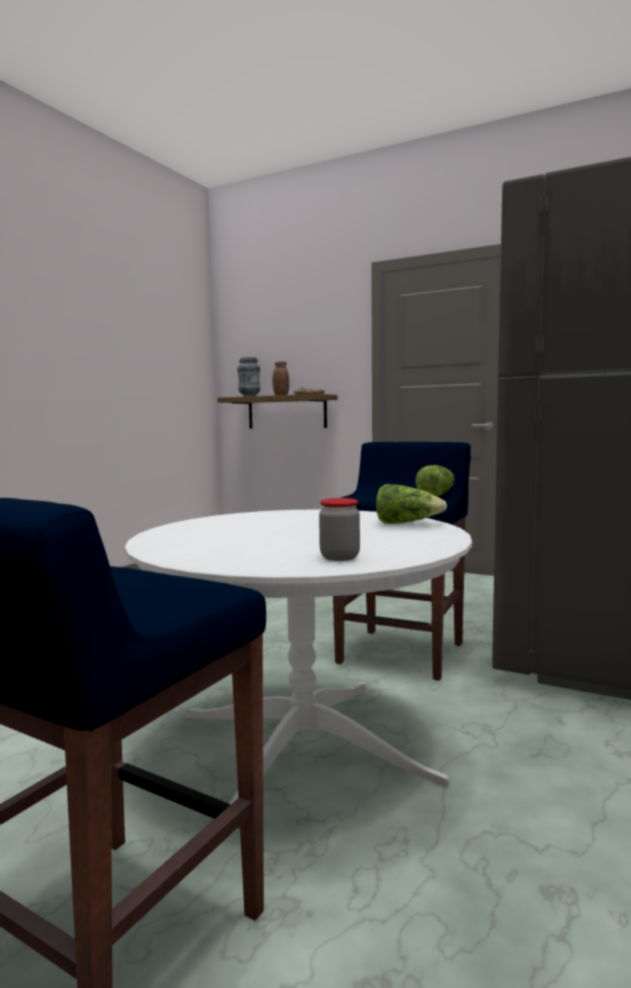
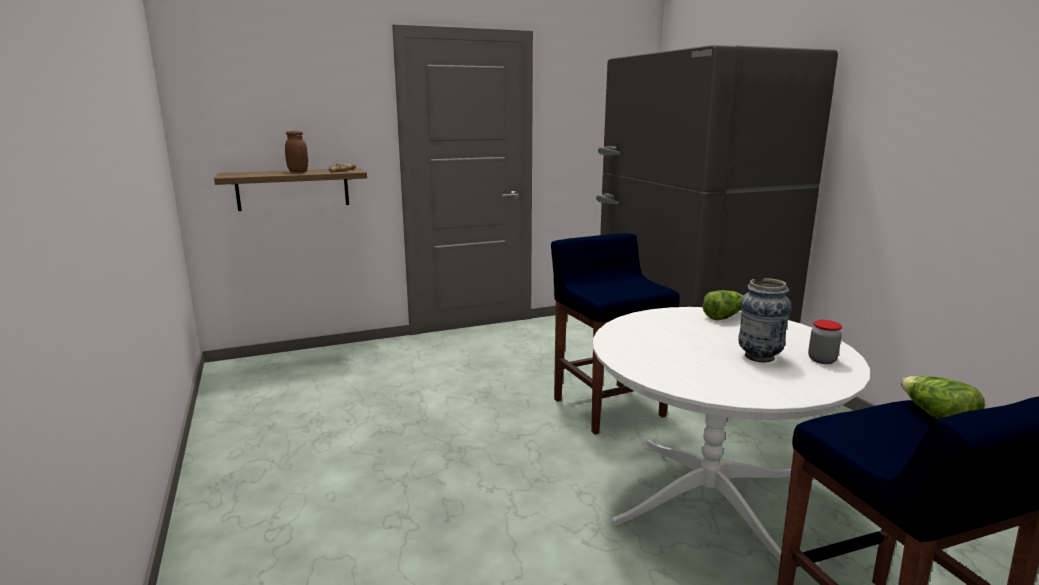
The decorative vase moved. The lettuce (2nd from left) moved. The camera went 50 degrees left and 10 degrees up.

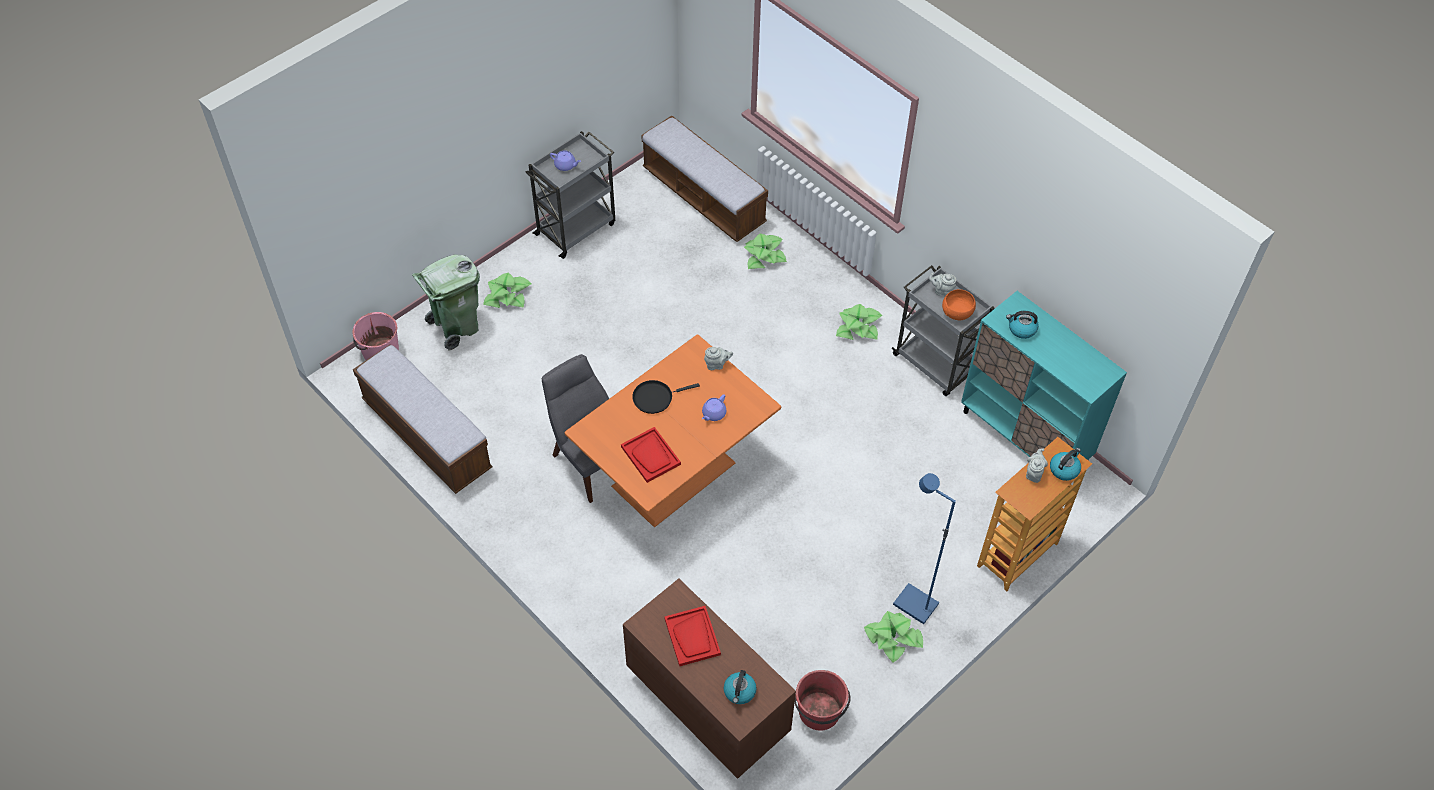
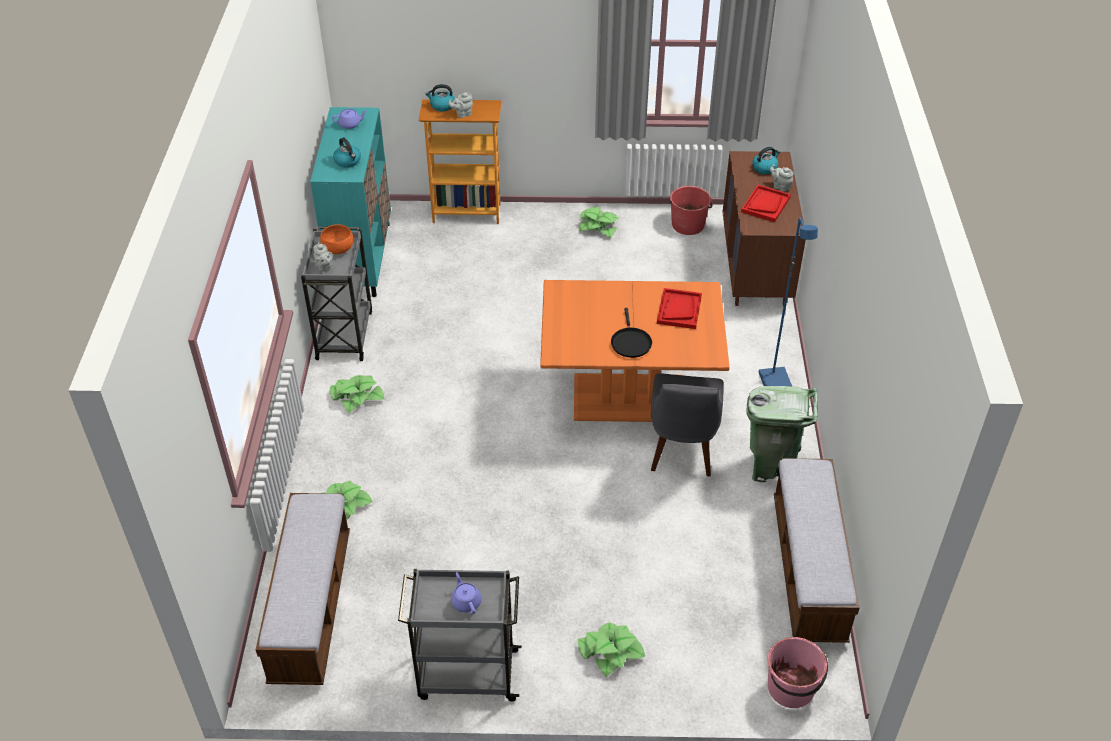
The green-coloured waste bin moved. The gray pot for tea (1st from left in the first image) moved. The blackish pan turned 60 degrees clockwise. The purplish pot for tea (2nd from left in the first image) moved. The blue floor lamp moved. The camera went 135 degrees left and 10 degrees down.

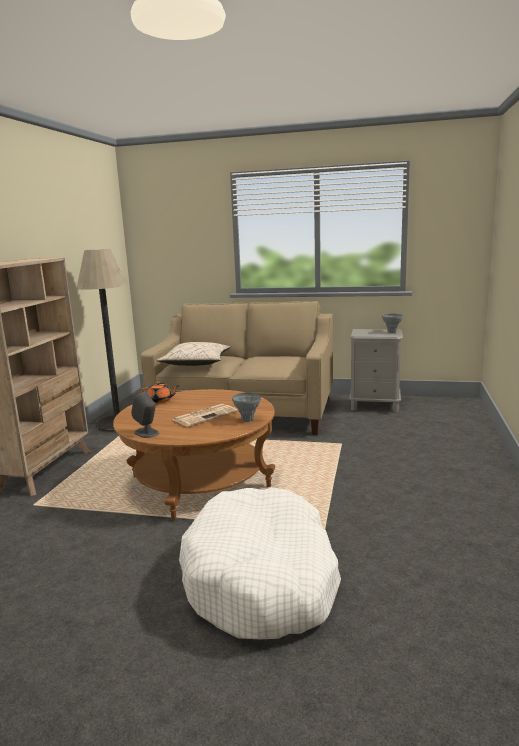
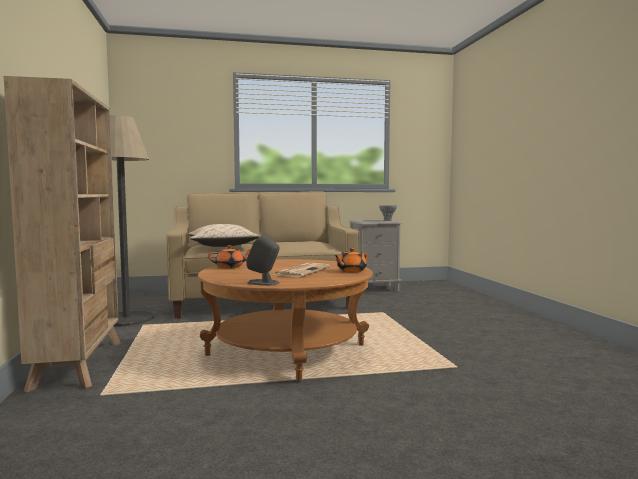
The gray decorative vase (1st from left) was replaced by the orange pot for tea (2nd from left). The whitish dog cushion disappeared. The camera went 25 degrees left and 10 degrees down.

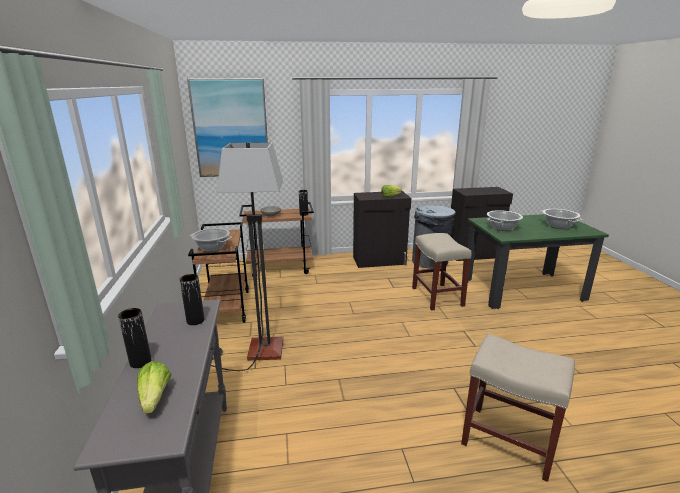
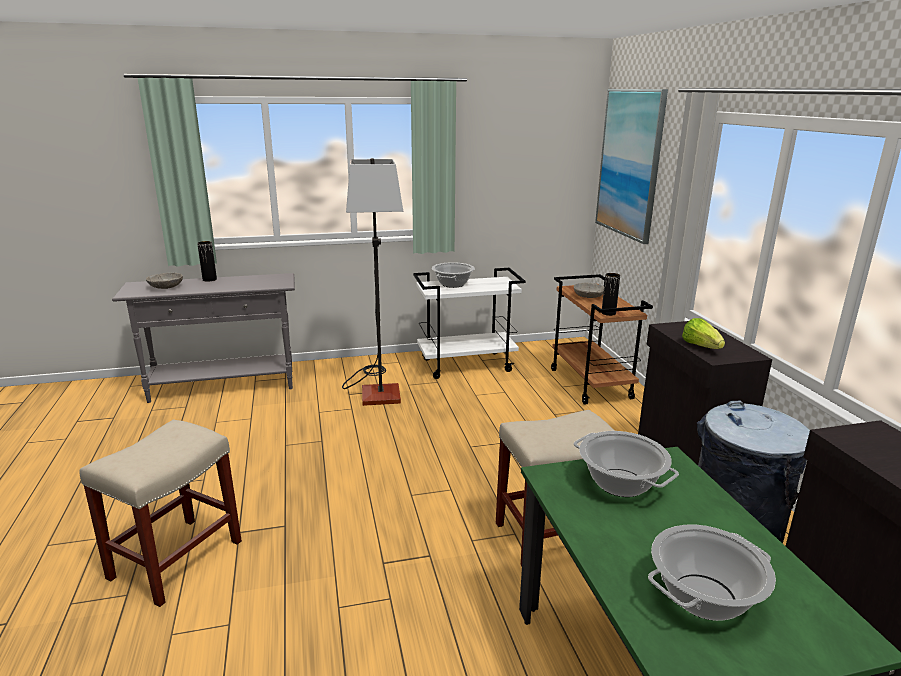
The brown trolley (1st from left) became the whitish trolley. The blackish decorative vase (2nd from left) disappeared. The lettuce (1st from left) was replaced by the gray serving bowl (1st from left). The camera went 85 degrees right and 0 degrees up.

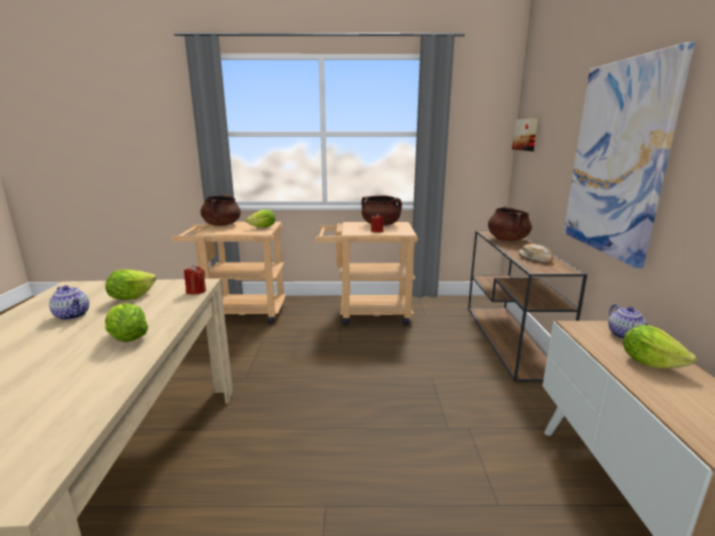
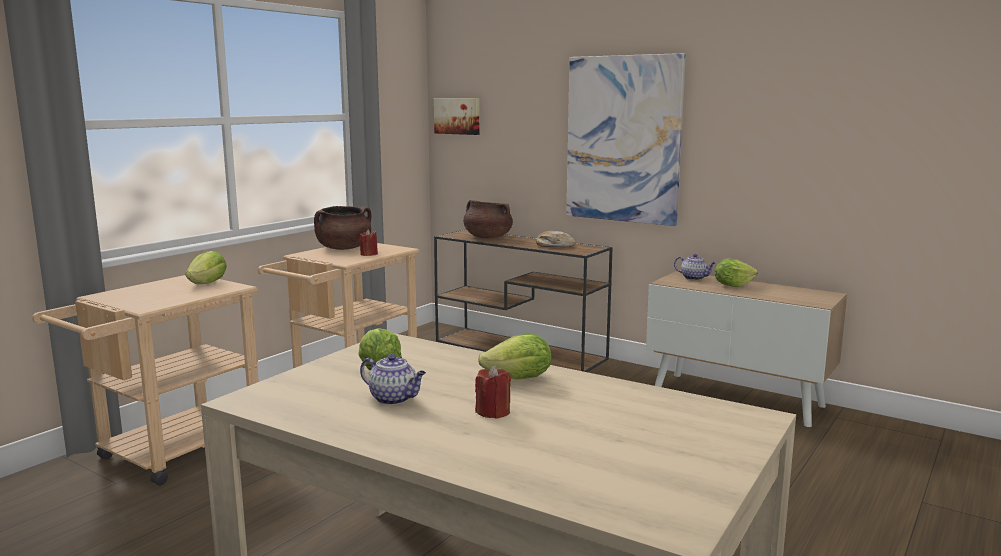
The brown saucepot (1st from left) disappeared. The red wax candle (1st from left in the first image) moved. The pot for tea (1st from left) turned 45 degrees clockwise. The camera went 55 degrees left and 5 degrees down.

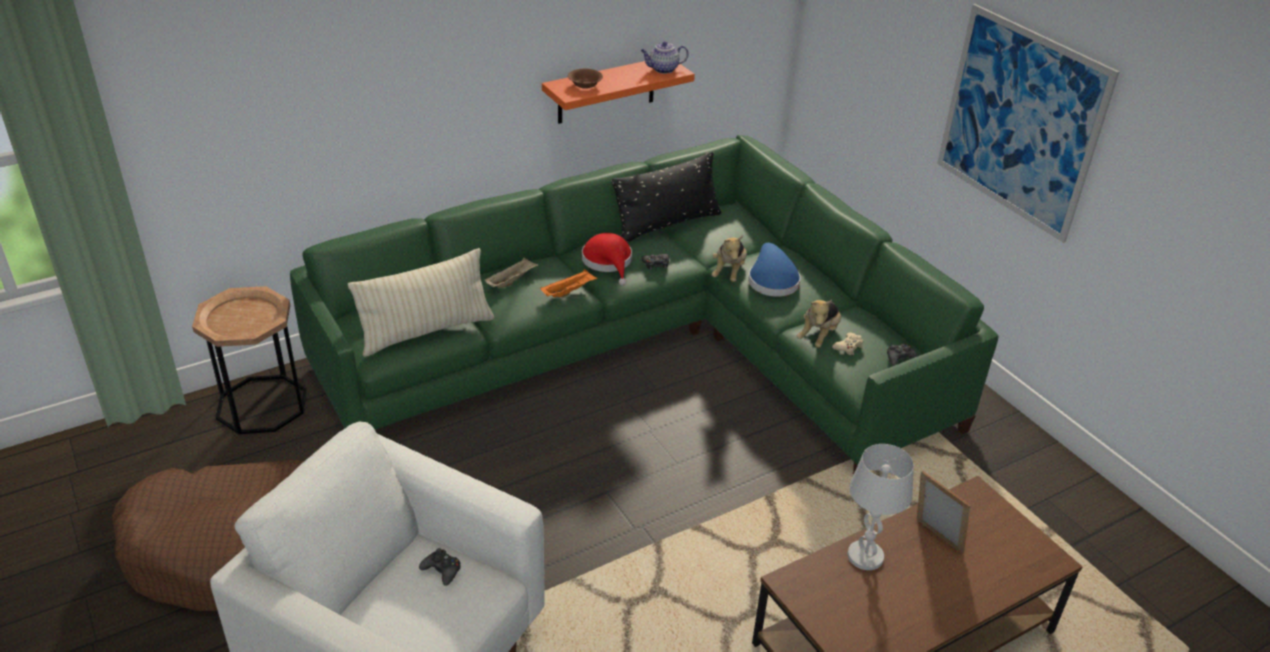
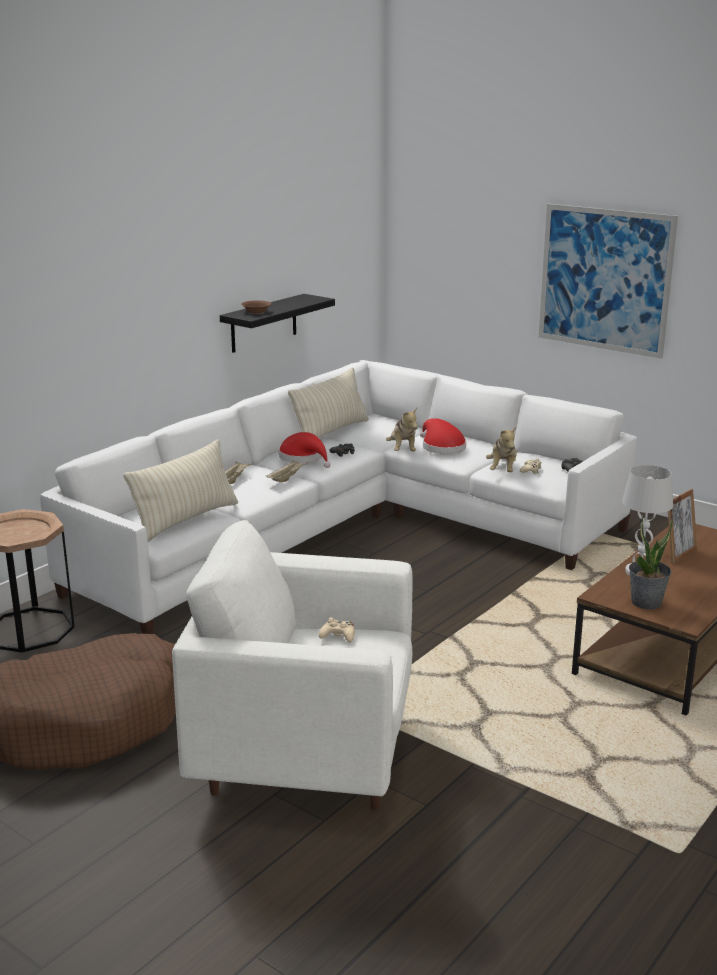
The pot for tea disappeared. The orange shelf became the blackish shelf. The green-coloured settee became the whitish settee. The blackish throw pillow became the beige throw pillow (2nd from left). The blue wearable hat became the red wearable hat (2nd from left). The orange carrying tray became the beige carrying tray (2nd from left). The photo frame turned 105 degrees clockwise. The blackish game controller (1st from left) became the beige game controller (1st from left). The potted plant appeared. The camera went 20 degrees left and 15 degrees down.

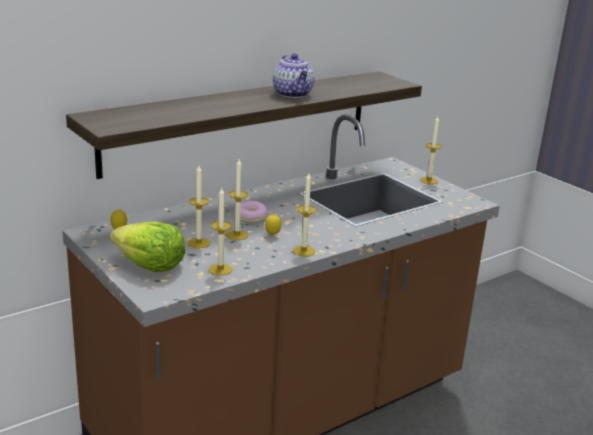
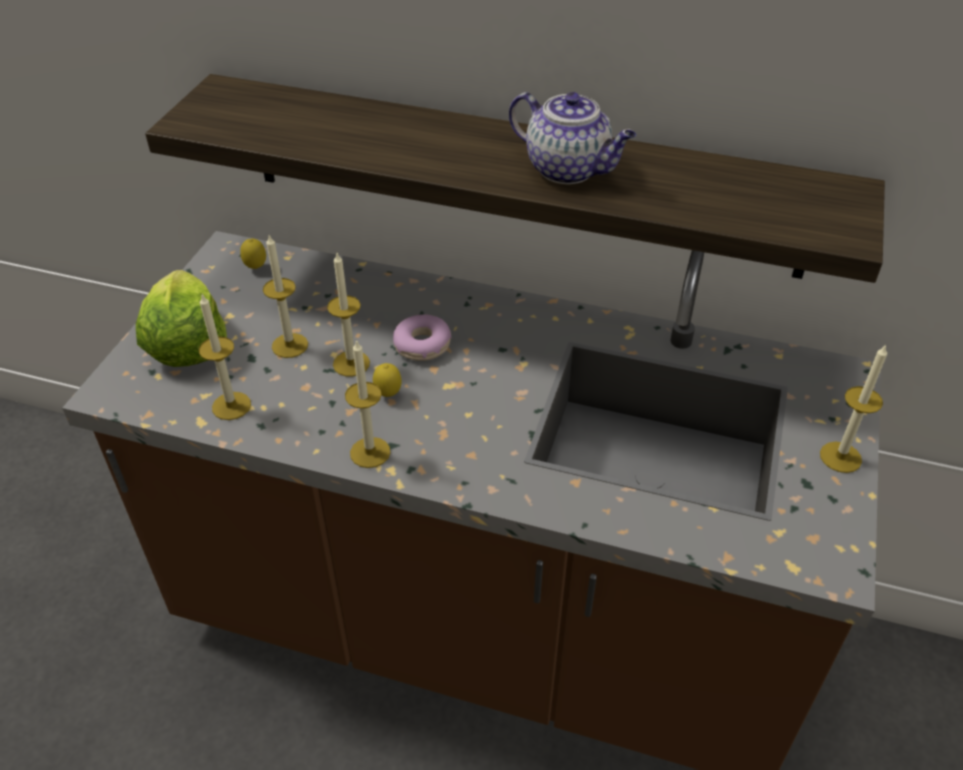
The pot for tea turned 90 degrees counterclockwise. The camera went 55 degrees right and 20 degrees up.

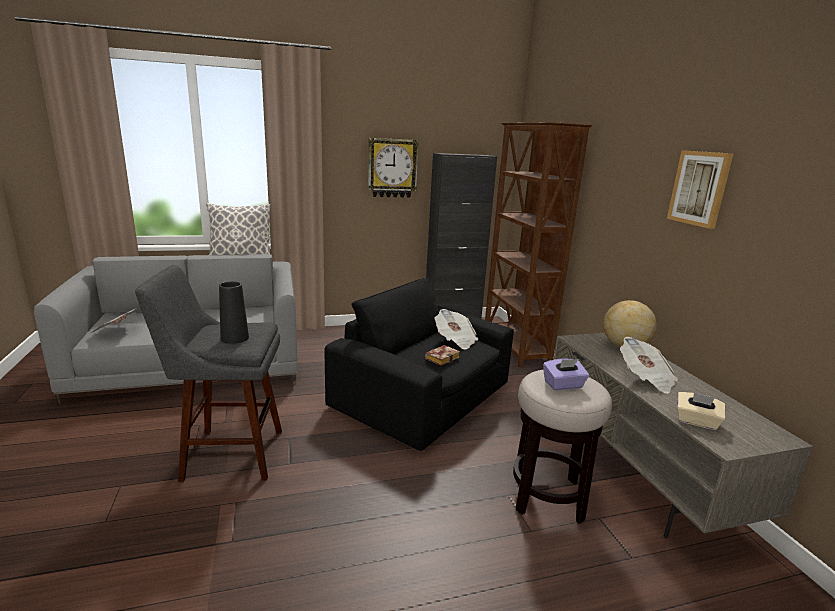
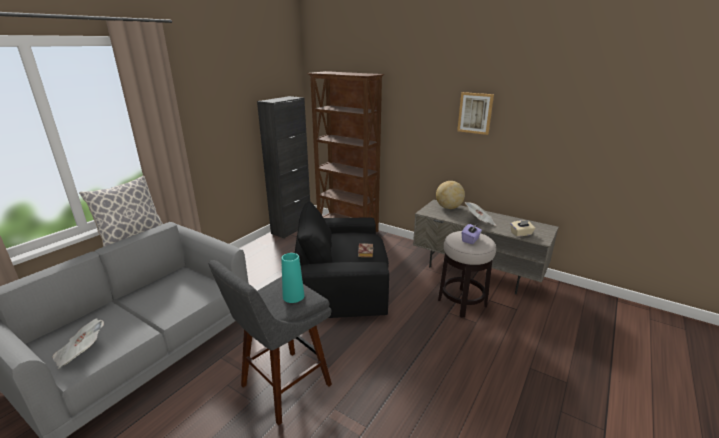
The wall clock disappeared. The blackish decorative vase became the turquoise-coloured decorative vase. The newspaper (2nd from left) disappeared. The camera went 40 degrees left and 5 degrees up.

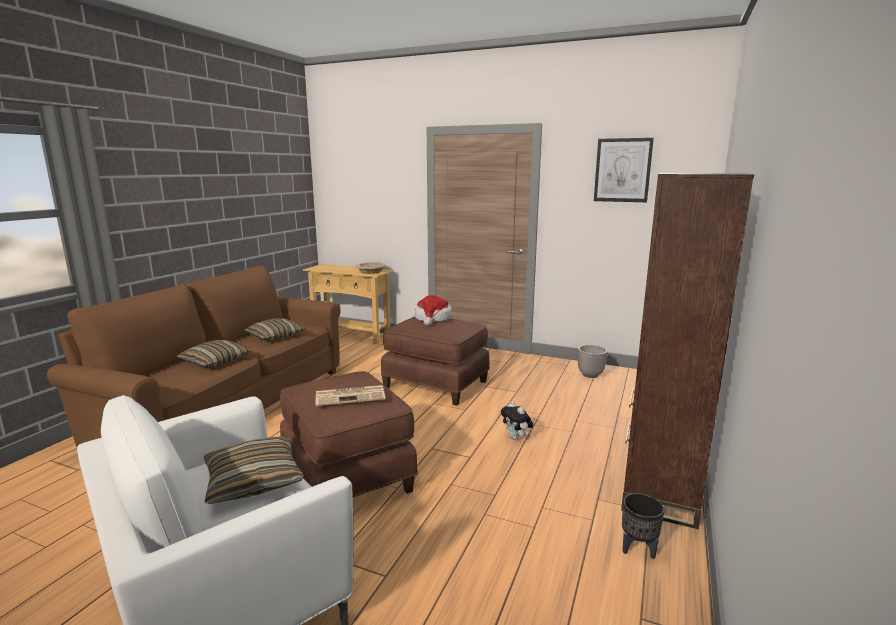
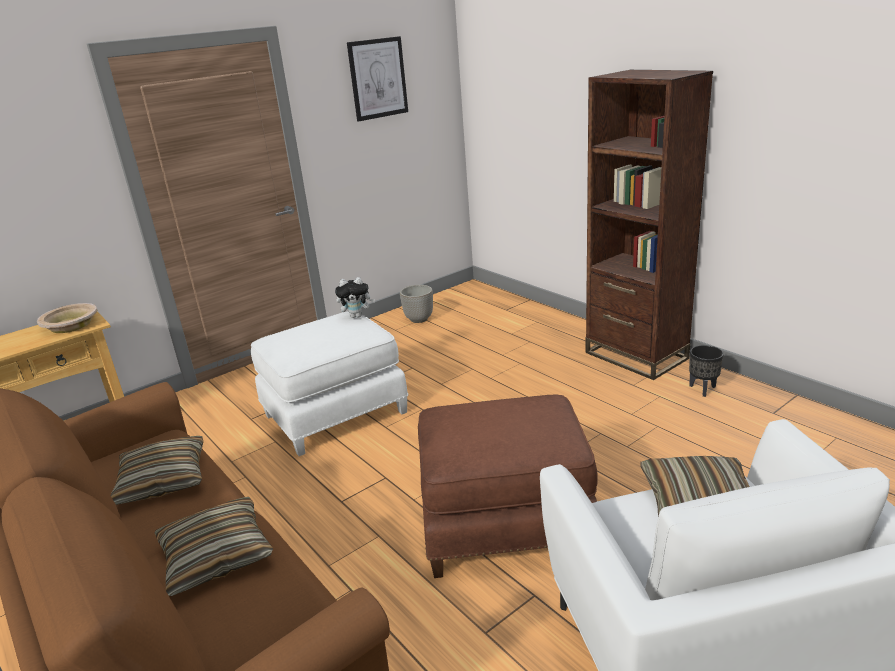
The wearable hat disappeared. The brown footrest (2nd from left) became the whitish footrest. The newspaper disappeared. The plush toy moved. The camera went 60 degrees left and 10 degrees up.

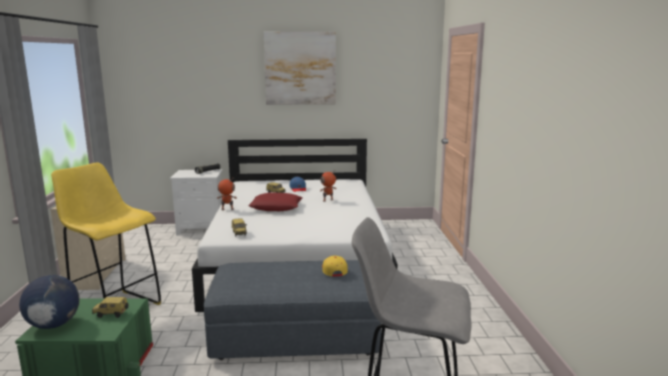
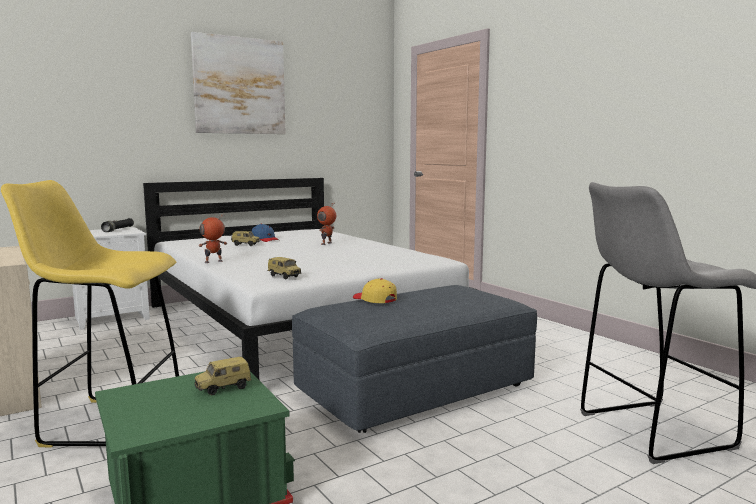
The red throw pillow disappeared. The yellow-coloured baseball cap moved. The world globe disappeared. The camera went 30 degrees left and 5 degrees down.

